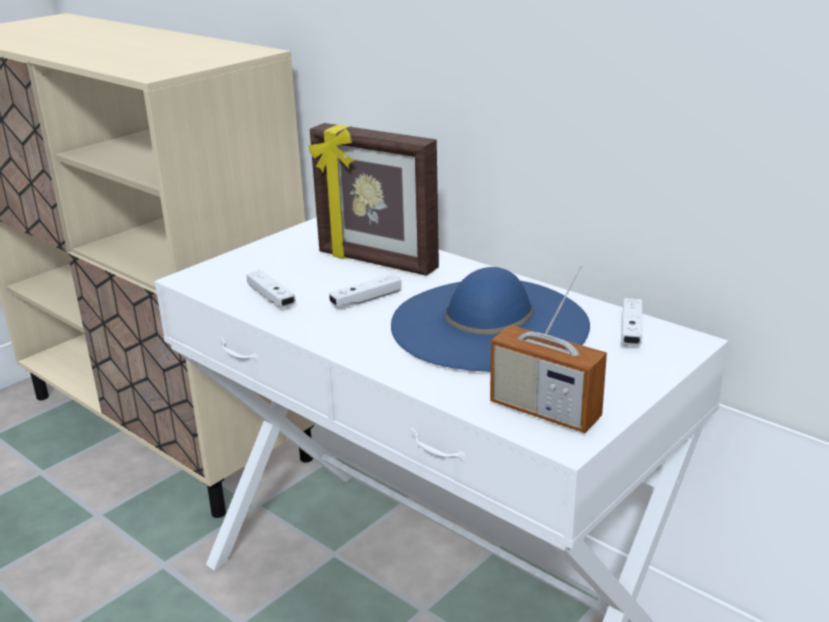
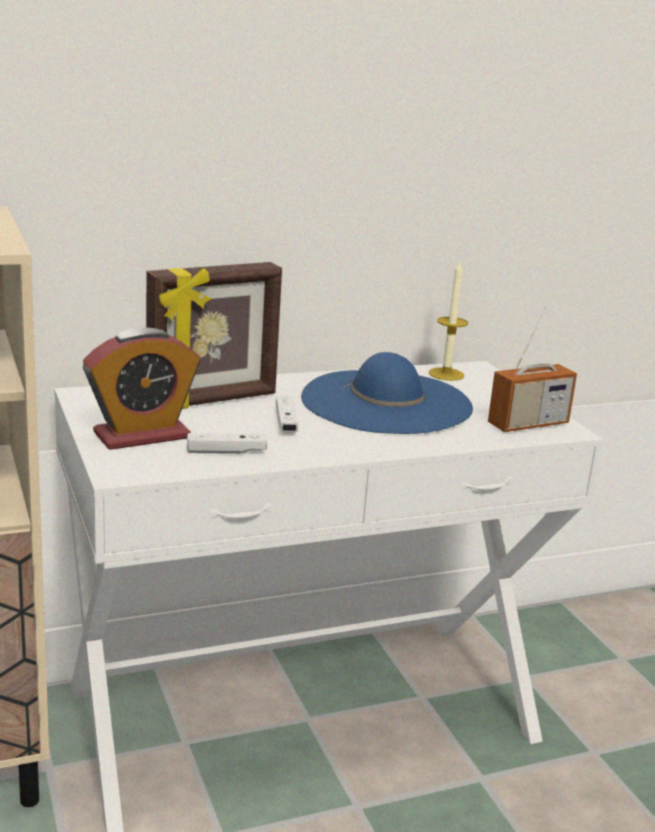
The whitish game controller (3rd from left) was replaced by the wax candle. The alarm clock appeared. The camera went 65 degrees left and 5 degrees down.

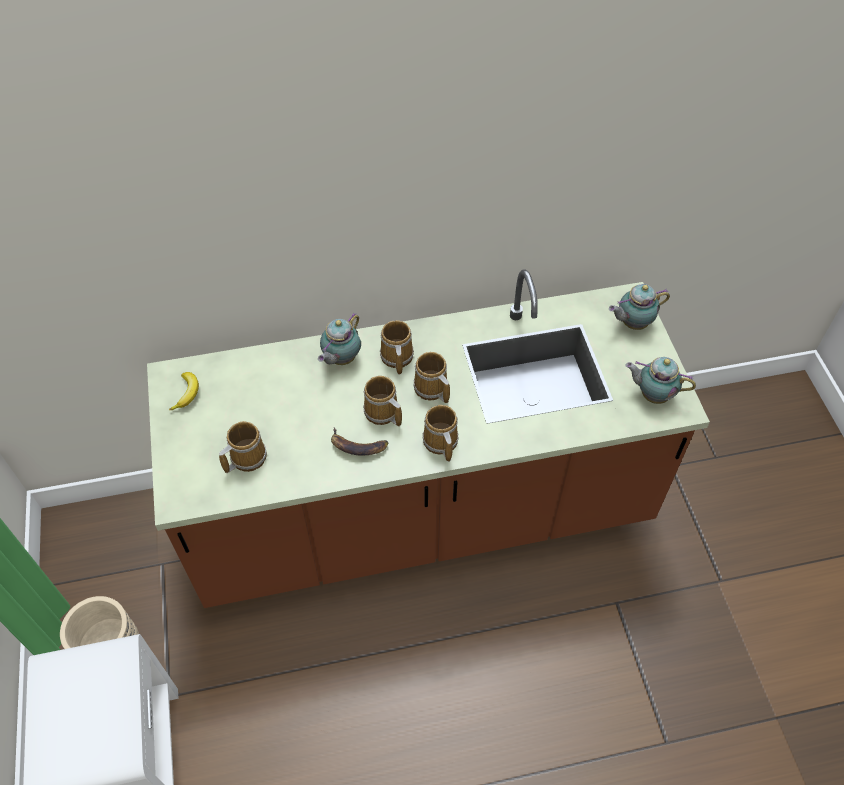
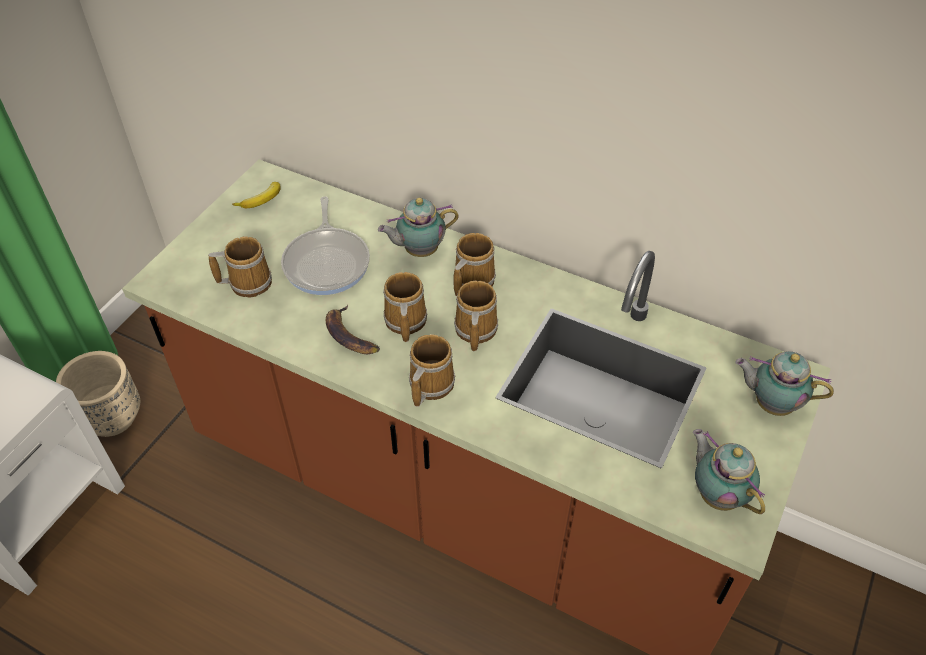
The pan appeared. The camera went 40 degrees right and 5 degrees down.

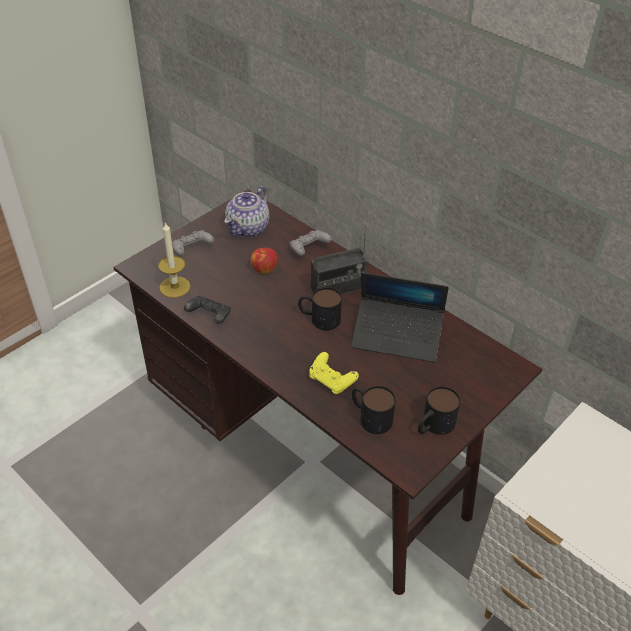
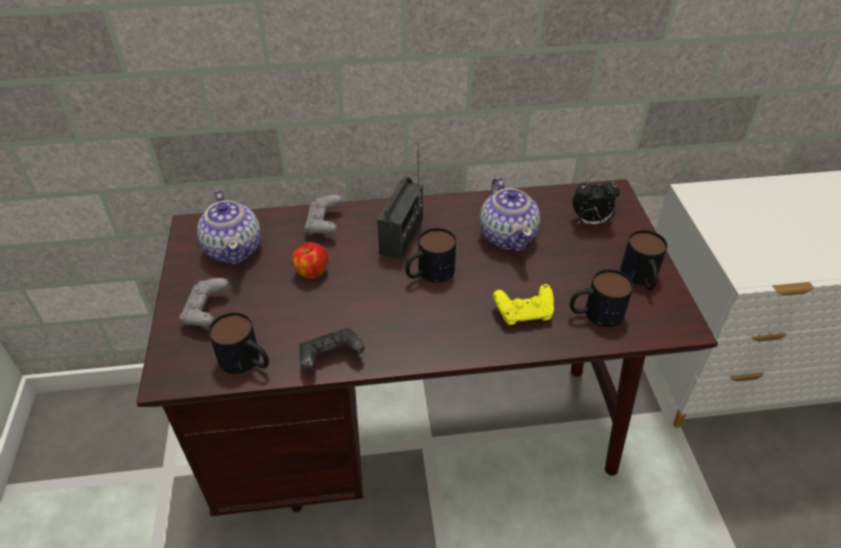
The wax candle was replaced by the coffee mug (1st from left). The laptop was replaced by the pot for tea (2nd from left). The alarm clock appeared. The camera went 50 degrees left and 0 degrees up.

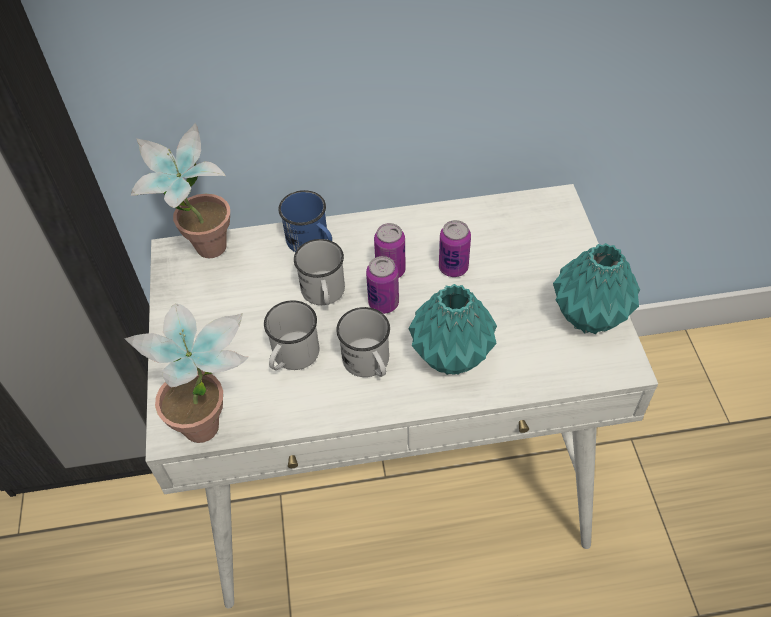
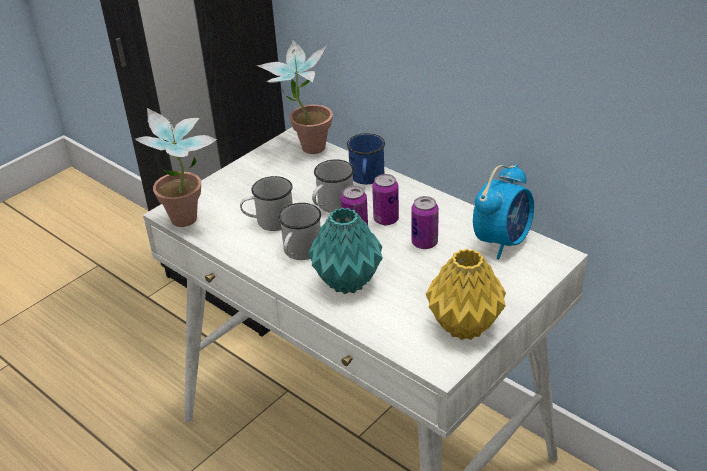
The turquoise-coloured decorative vase (2nd from left) became the yellow-coloured decorative vase. The alarm clock appeared. The camera went 50 degrees right and 15 degrees down.

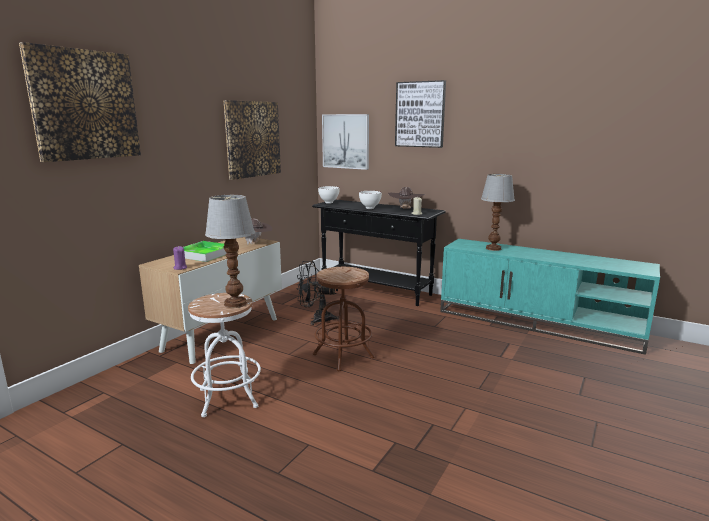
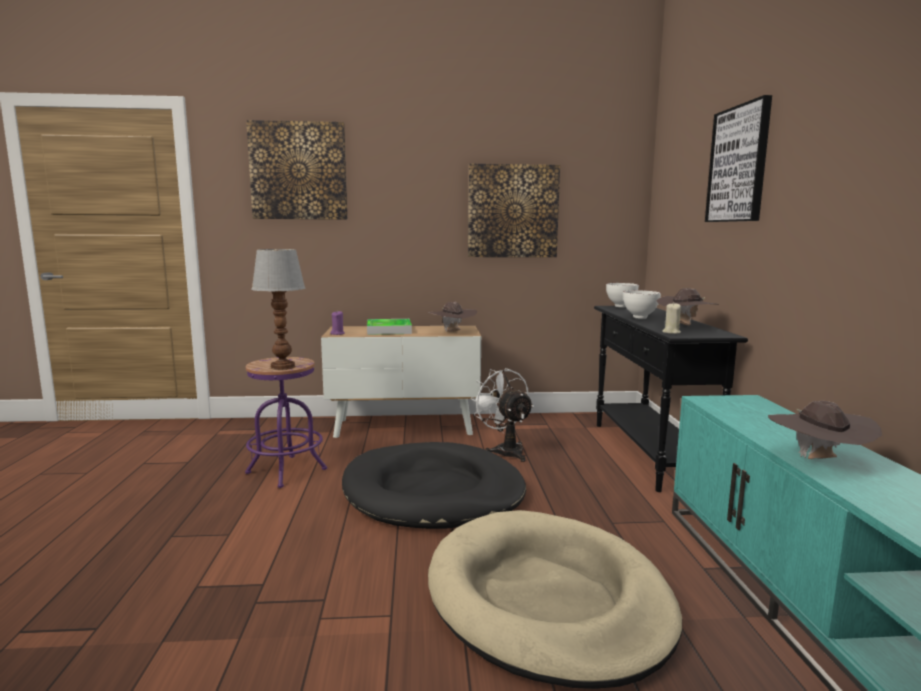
The wall picture (3rd from left) disappeared. The table lamp (2nd from left) disappeared. The blackish electric fan became the whitish electric fan. The brown stool was replaced by the blackish dog cushion. The whitish stool became the purplish stool. The brown wearable hat (3rd from left) appeared. The beige dog cushion appeared. The camera went 55 degrees right and 5 degrees down.

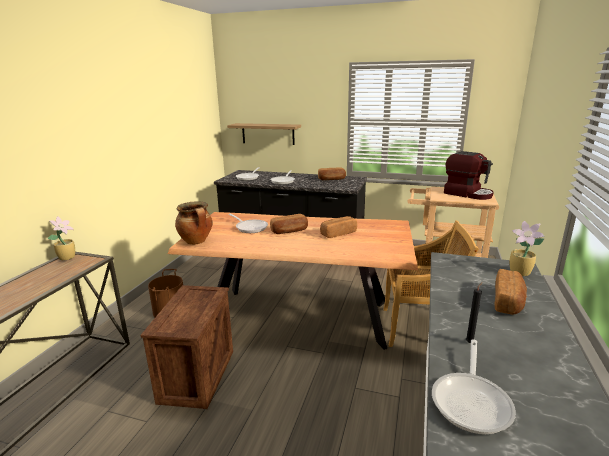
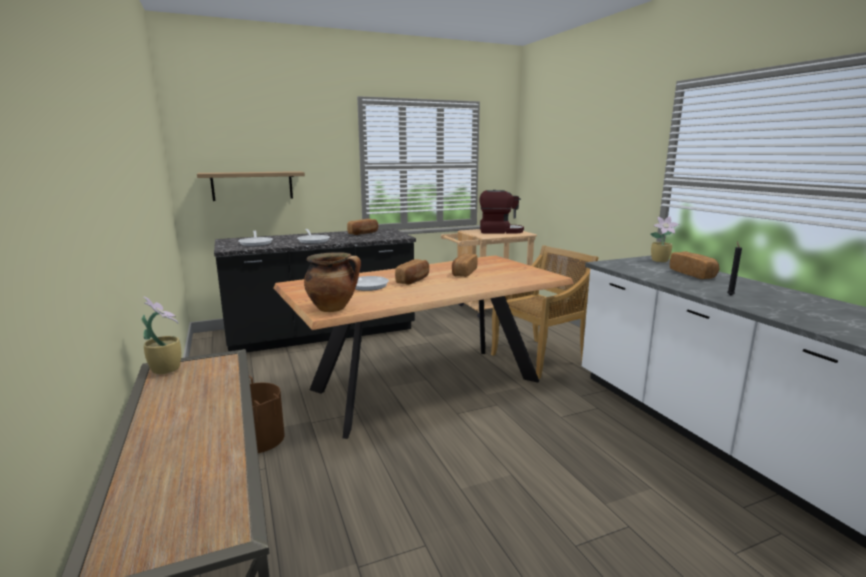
The shipping crate disappeared. The pan (4th from left) disappeared. The camera went 40 degrees left and 5 degrees down.

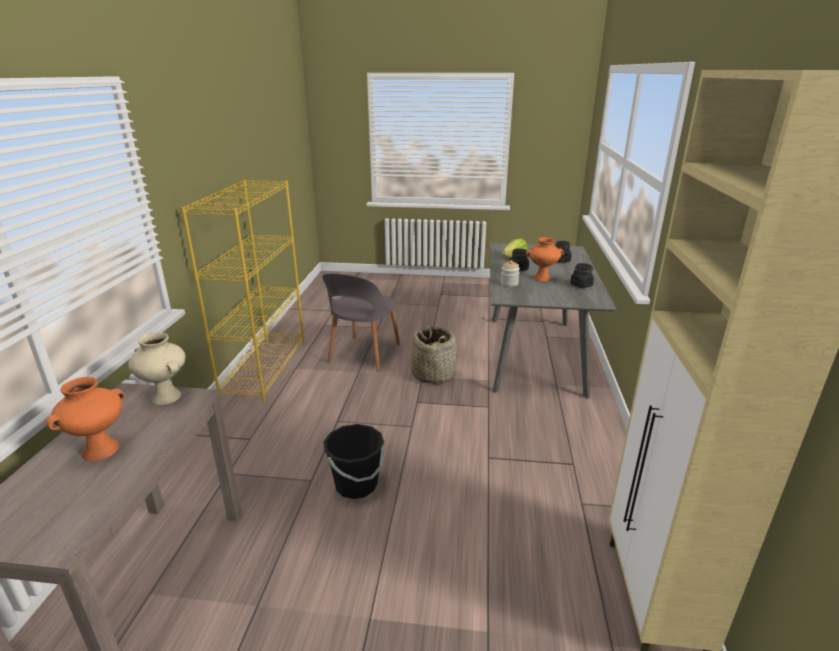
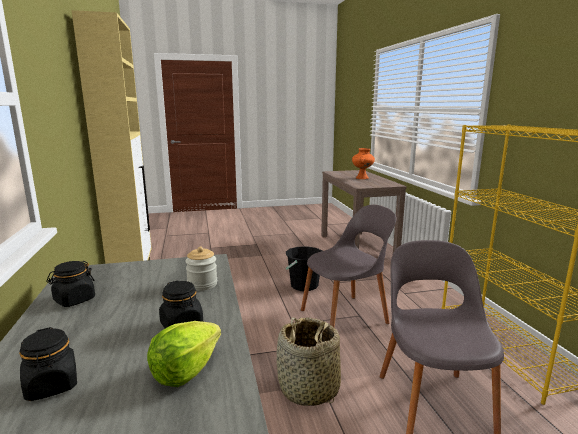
The orange decorative vase (2nd from left) disappeared. The beige decorative vase disappeared. The gray chair (1st from left) appeared. The camera went 160 degrees right and 10 degrees down.

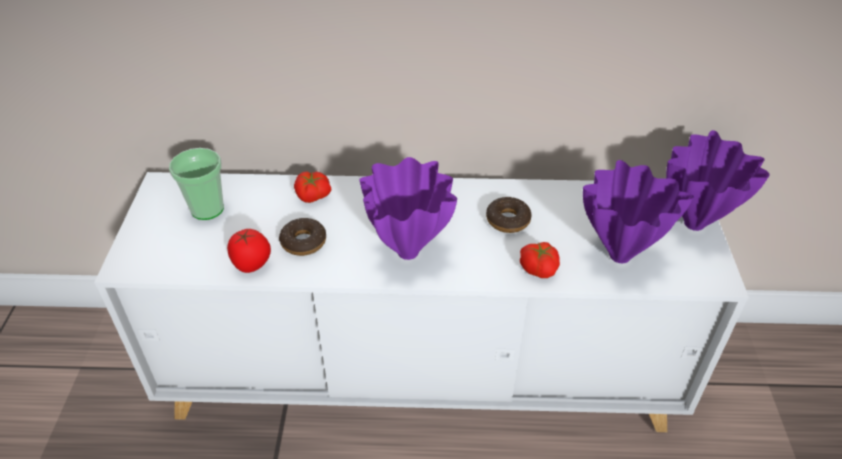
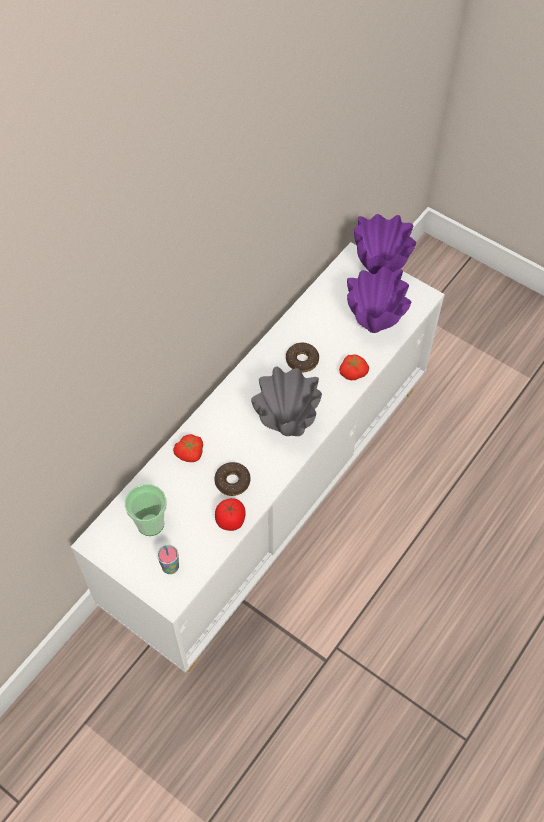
The purplish decorative vase (1st from left) became the gray decorative vase. The drinking cup (2nd from left) appeared. The camera went 55 degrees left and 15 degrees up.

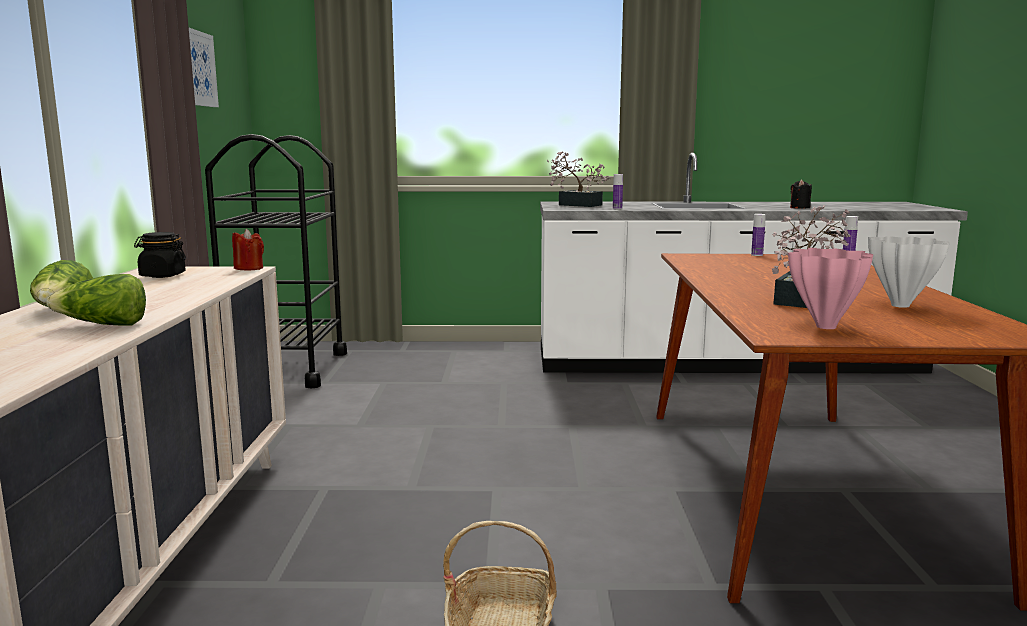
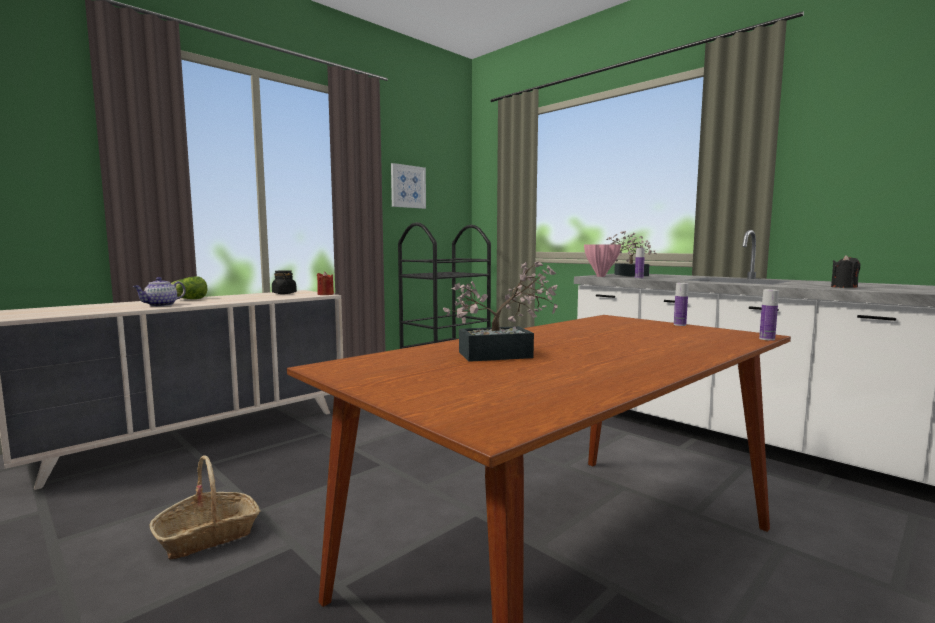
The whitish decorative vase disappeared. The pinkish decorative vase moved. The lettuce (2nd from left) was replaced by the pot for tea. The camera went 45 degrees right and 5 degrees down.

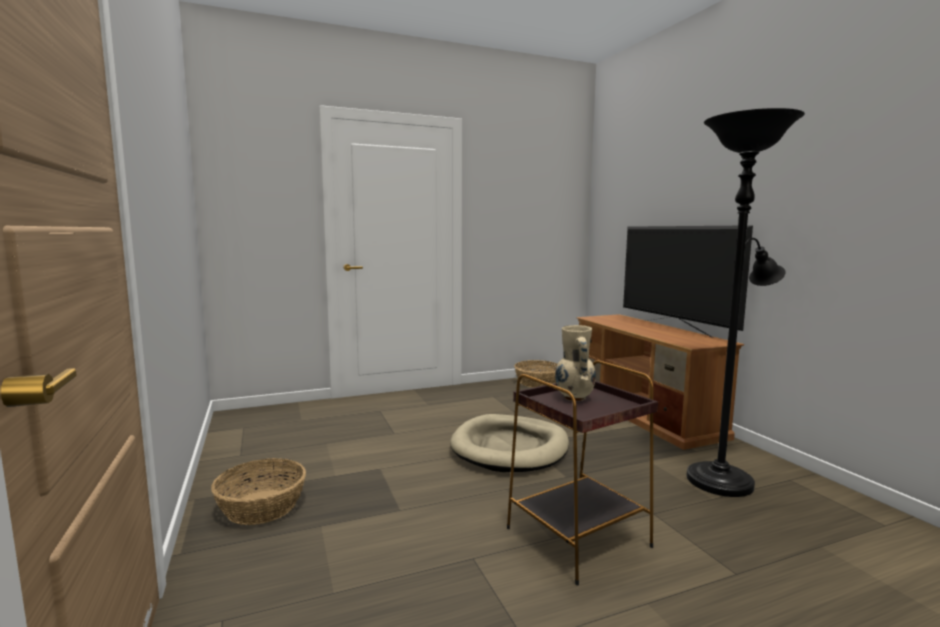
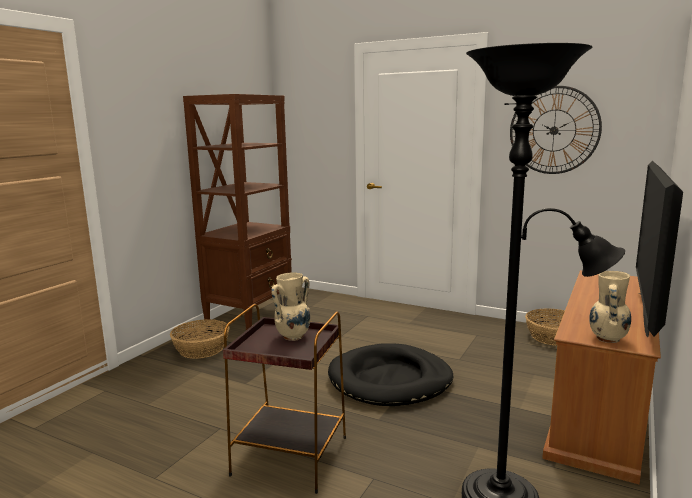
The beige dog cushion became the blackish dog cushion. The wall clock appeared. The brown bookcase appeared. The beige decorative vase (2nd from left) appeared. The camera went 50 degrees right and 5 degrees up.

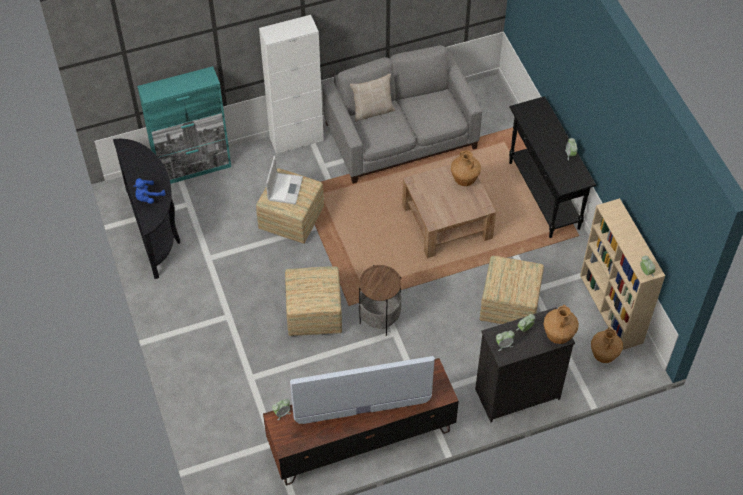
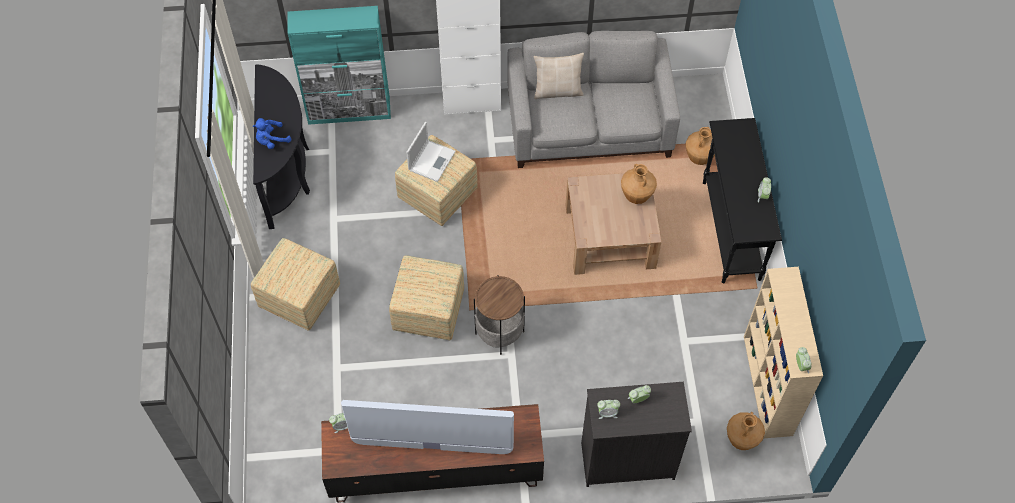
The footrest (3rd from left in the first image) moved. The brown decorative vase (2nd from left) moved. The camera went 15 degrees right and 5 degrees up.

